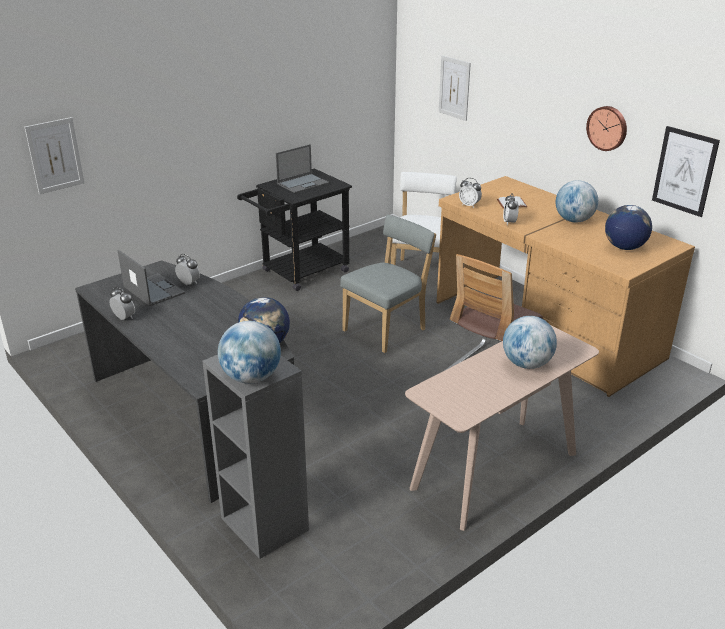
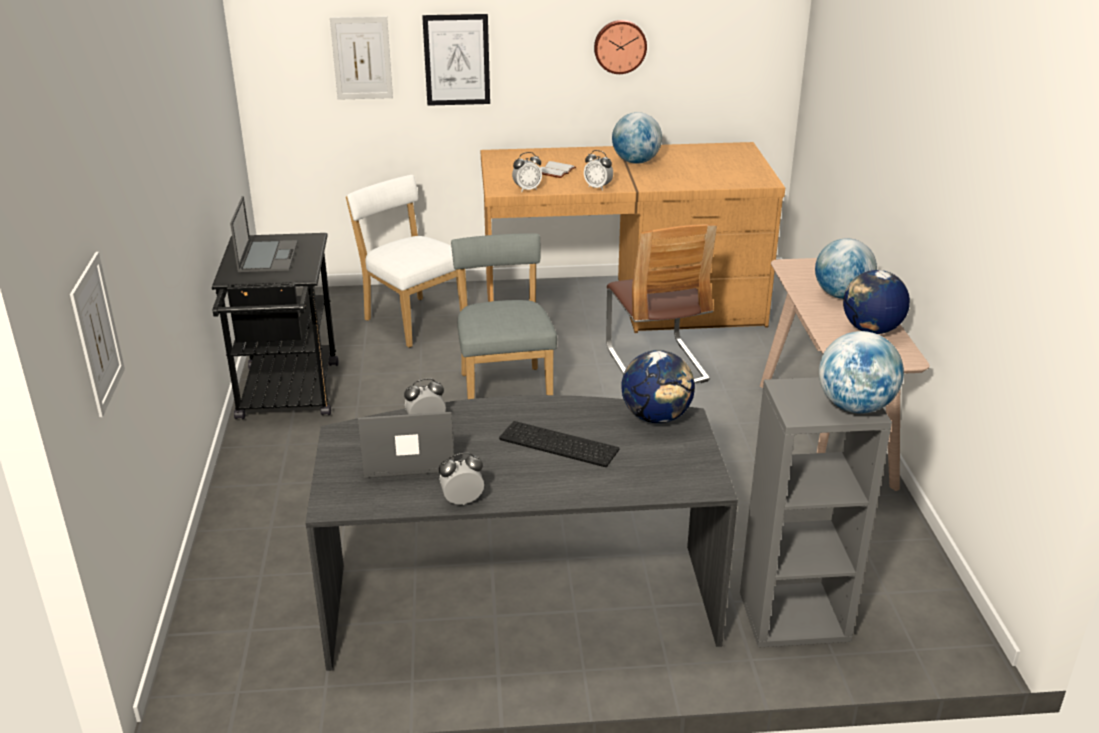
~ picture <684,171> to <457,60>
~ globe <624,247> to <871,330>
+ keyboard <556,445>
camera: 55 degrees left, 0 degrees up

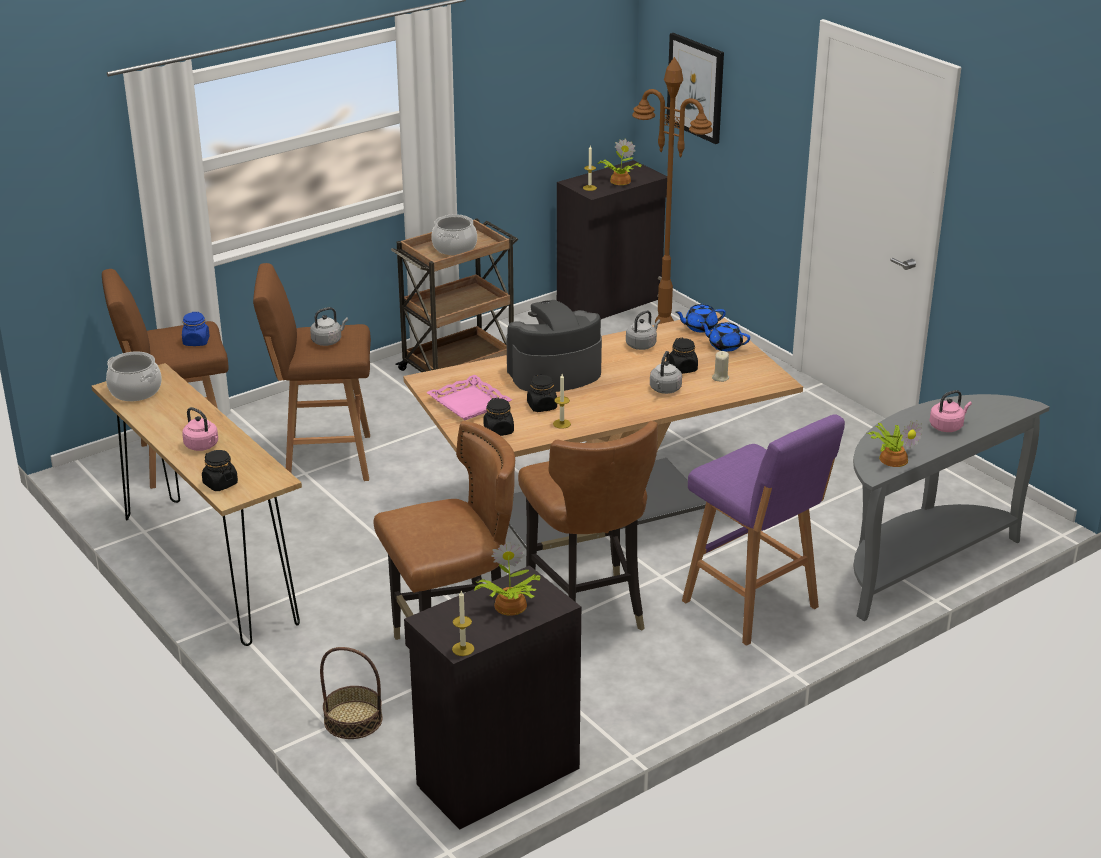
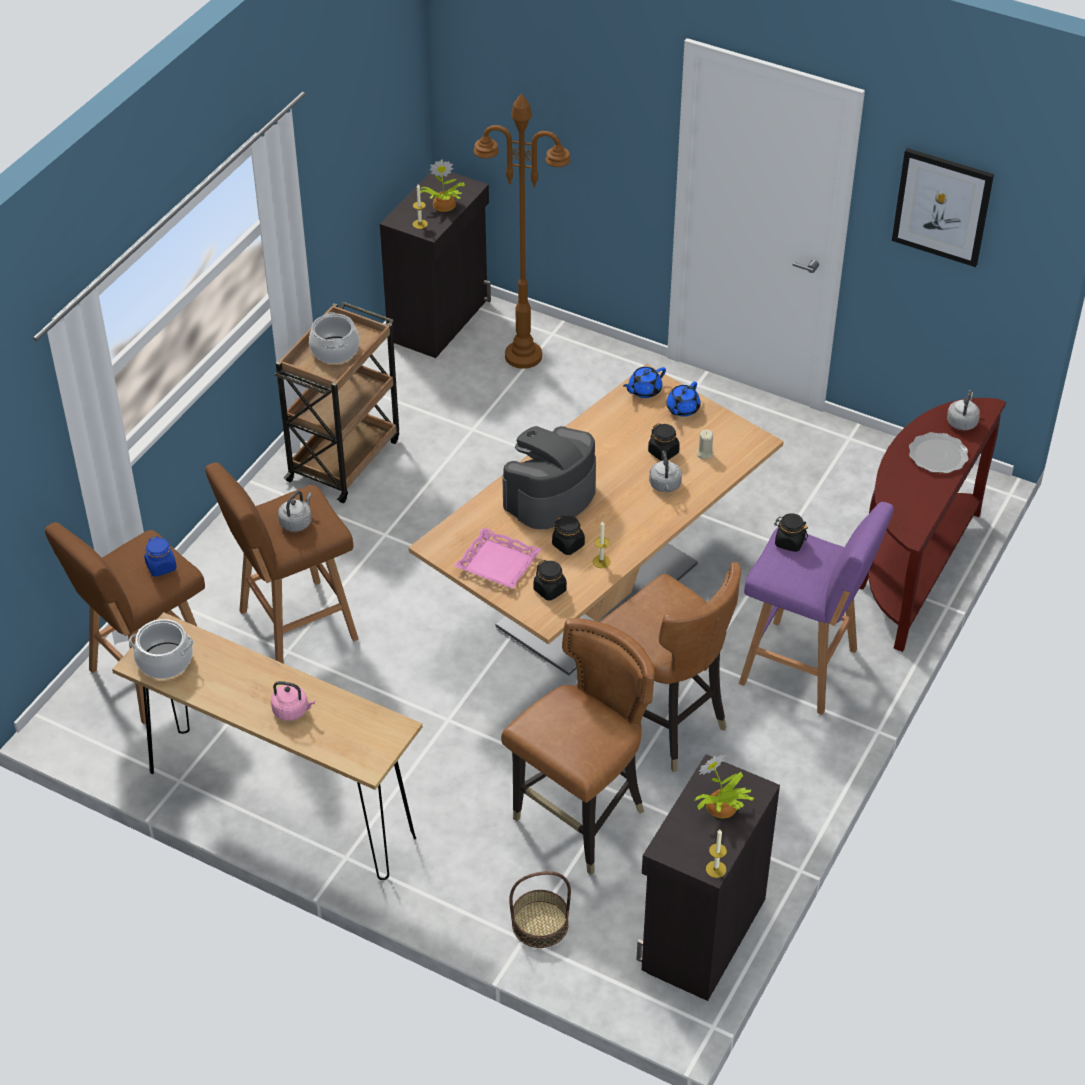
~ picture <696,87> to <942,206>
~ grey_kettle <642,345> to <962,421>
~ blue_teapot <724,346> = <682,409> 60 degrees counterclockwise
~ pink_kettle <947,426> to plate <938,455>
~ grey_console_table <919,564> to brown_console_table <912,570>
- potted_plant <893,458>
~ black_jar <220,484> to <789,542>
camera: 25 degrees left, 15 degrees up

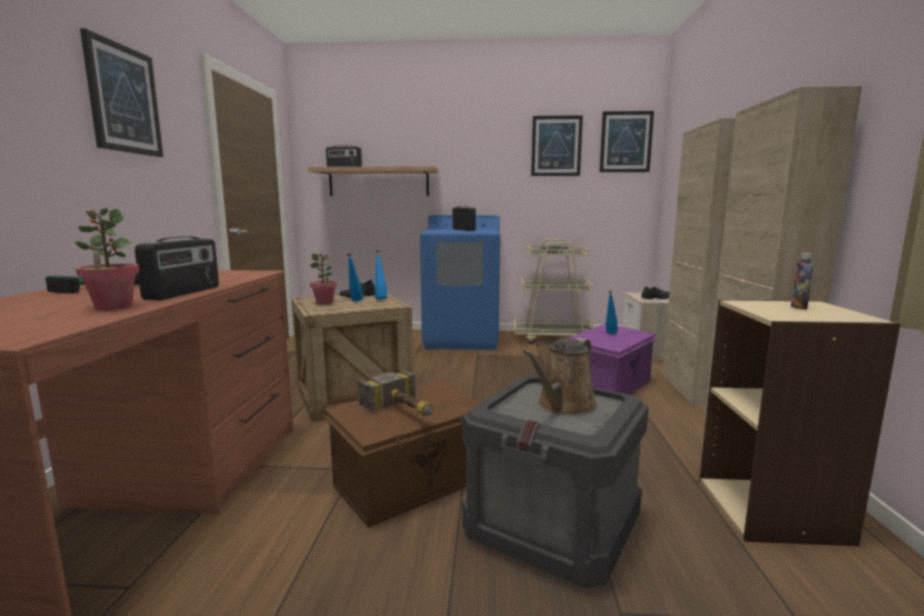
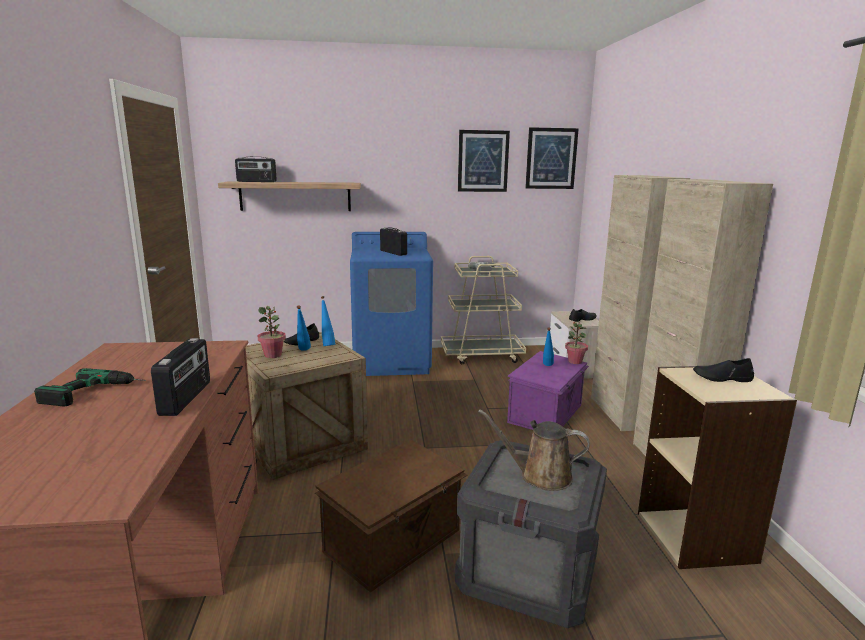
- picture <123,99>
~ potted_plant <113,307> to <575,361>
~ bottle <798,307> to black_shoe <722,378>
~ brown_watering_can <563,406> = <540,476> 75 degrees clockwise
- hammer <405,411>
camera: 10 degrees left, 5 degrees up

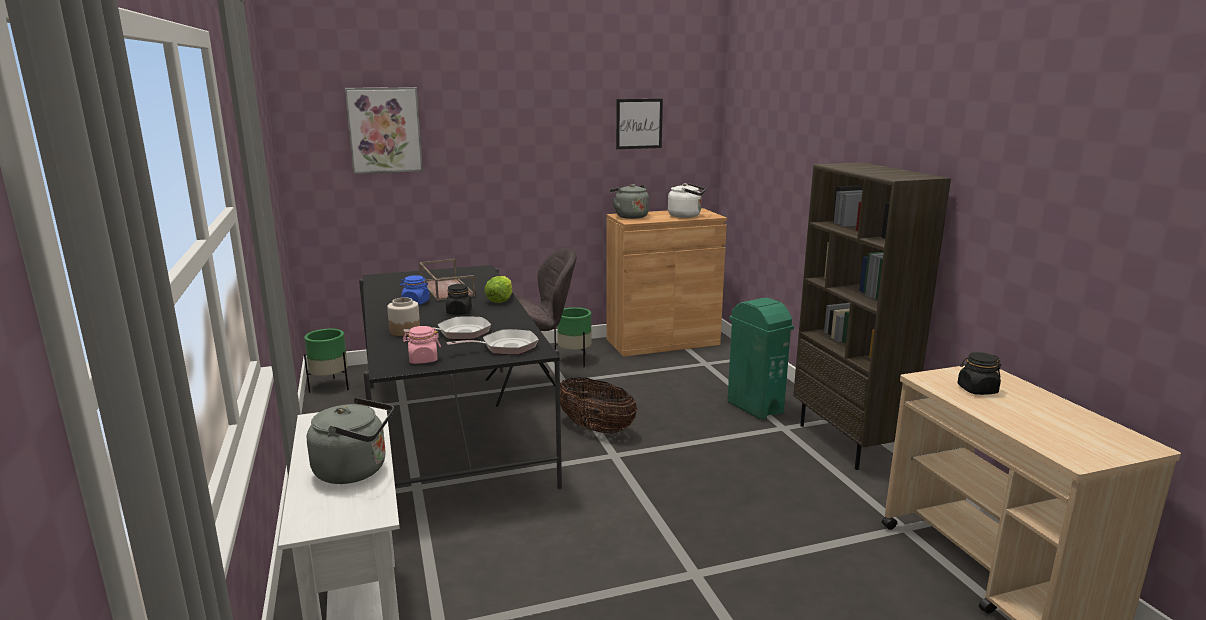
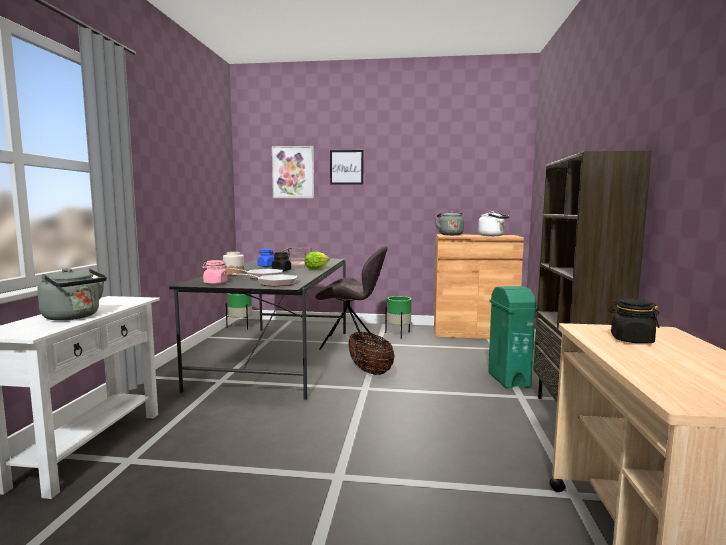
~ picture <639,123> to <346,167>
camera: 25 degrees right, 10 degrees down

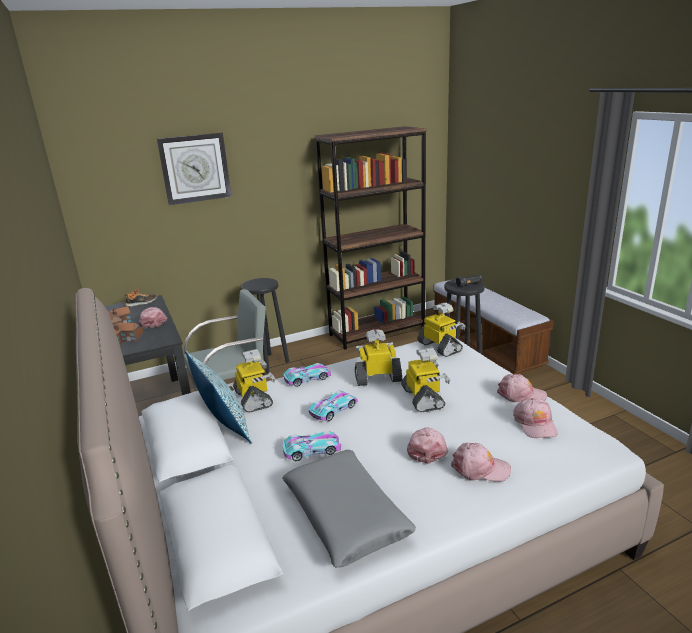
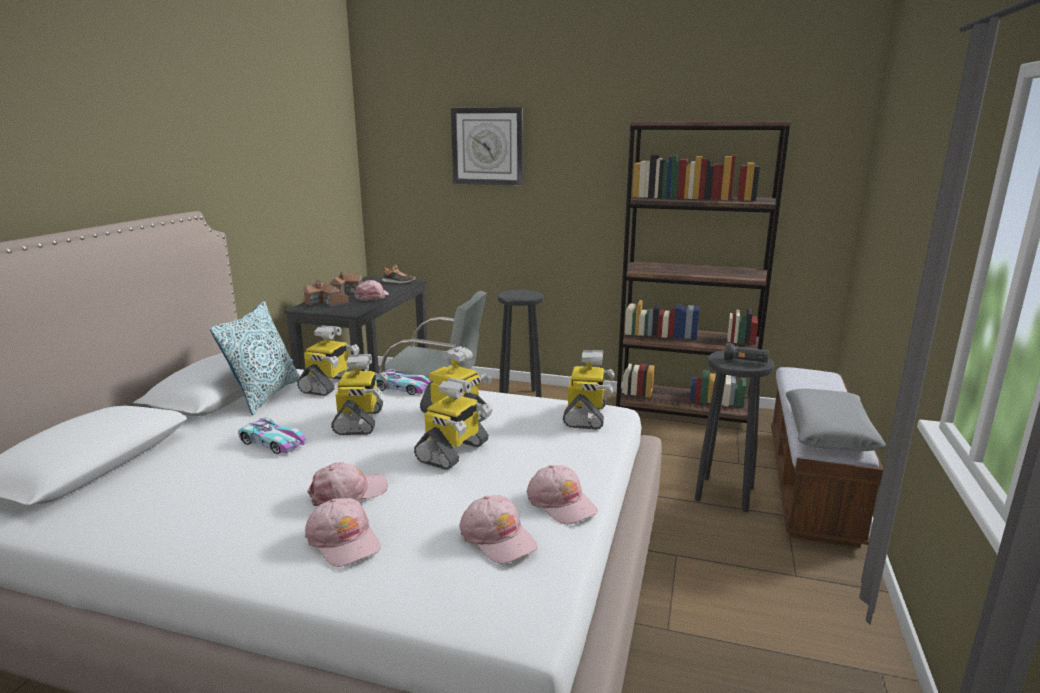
~ toy_car <333,409> to toy_robot <360,421>
~ pink_cap <535,424> = <498,537> 75 degrees counterclockwise
~ grey_pillow <346,515> to <829,431>
camera: 40 degrees right, 5 degrees down

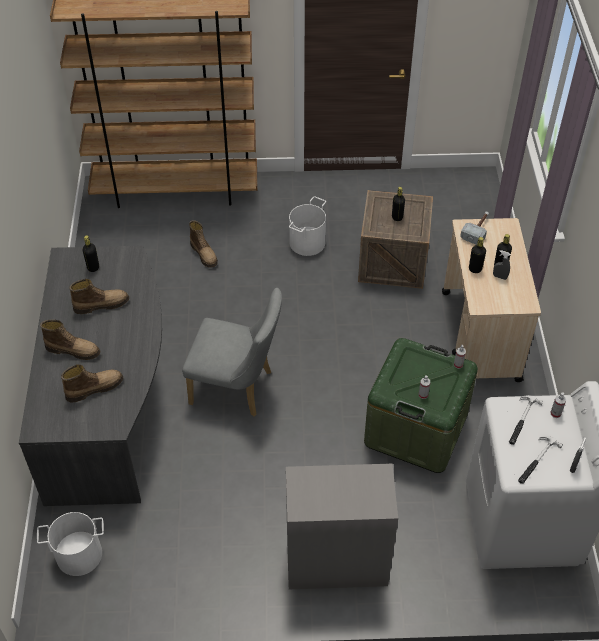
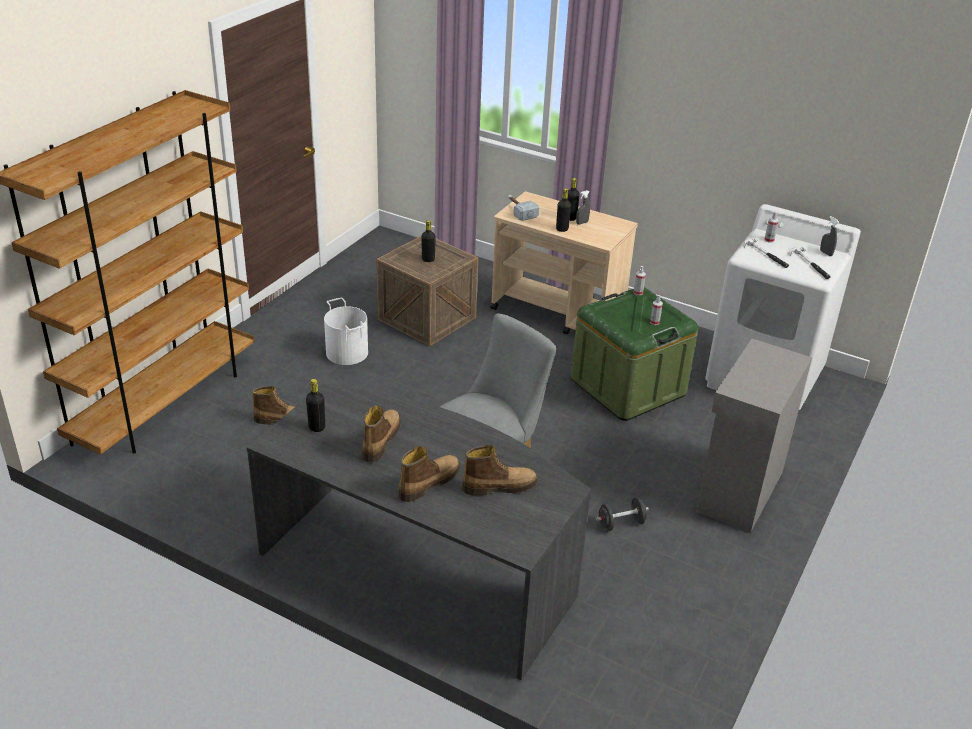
~ boot <94,388> = <499,486> 75 degrees clockwise
- white_bucket <79,554>
+ black_dumbbell <621,523>
camera: 60 degrees left, 15 degrees down

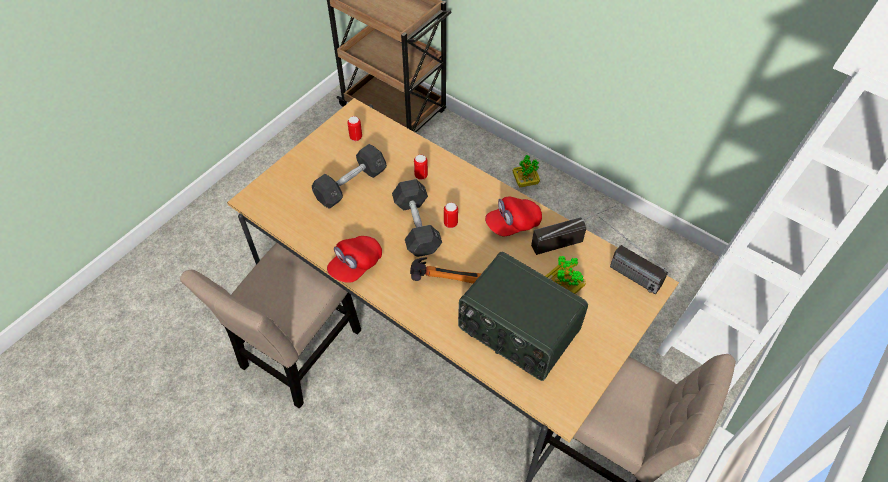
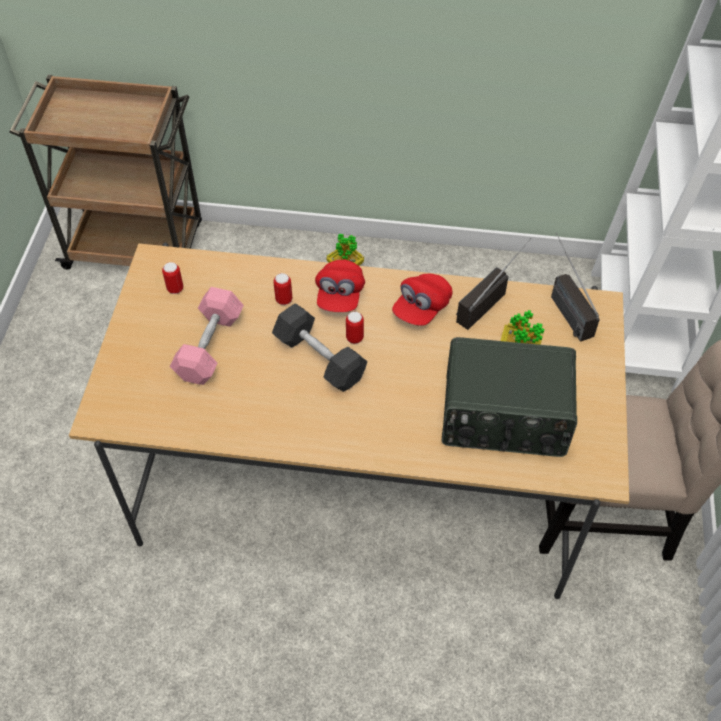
~ grey_dumbbell <351,185> to pink_dumbbell <209,346>
~ radio <622,270> = <562,305> 60 degrees clockwise
~ red_cap <355,265> to <340,295>
- beige_chair <298,354>
- hammer <446,277>
camera: 30 degrees left, 0 degrees up

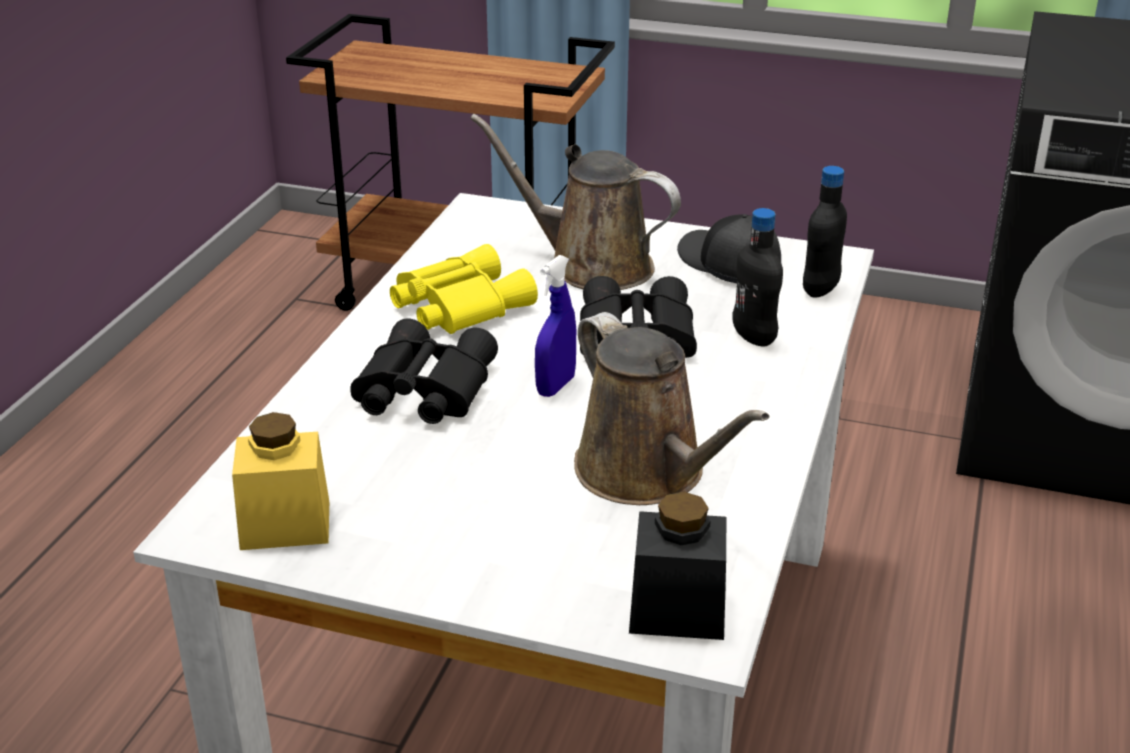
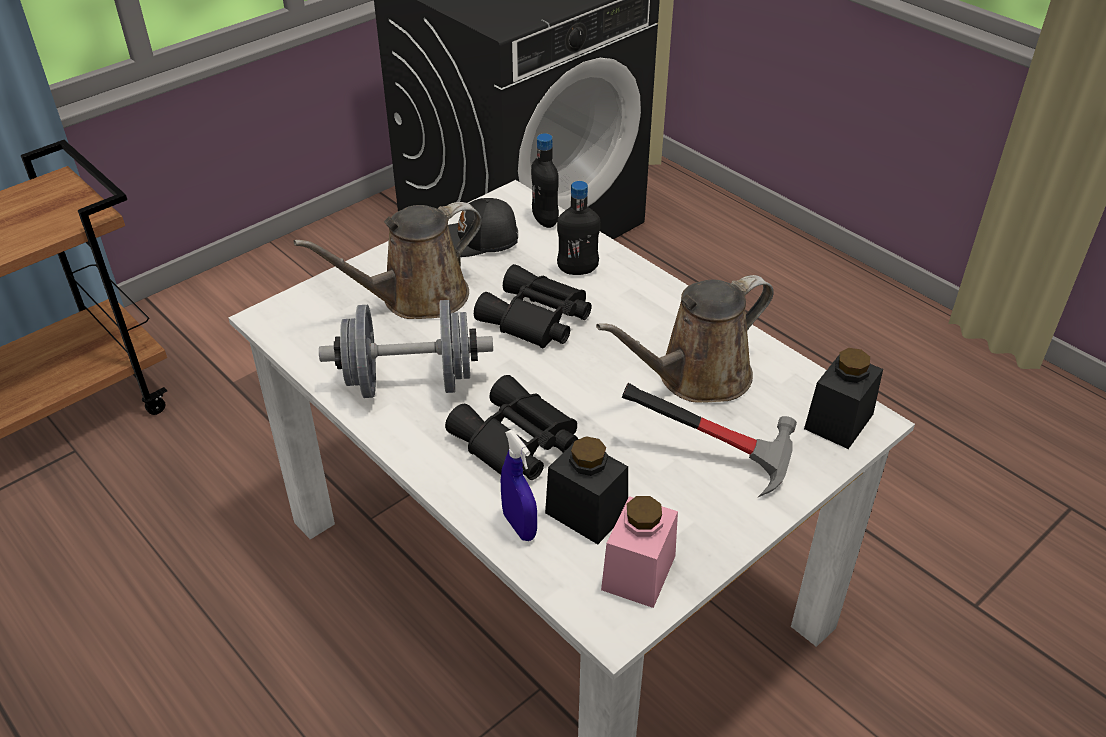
~ yellow_binoculars <457,305> to grey_dumbbell <410,383>
~ blue_spray_bottle <556,386> to <519,526>
~ brown_watering_can <647,474> = <696,377> 150 degrees clockwise
~ yellow_jar <285,525> to pink_jar <638,572>
+ hammer <716,453>
+ black_jar <586,512>
camera: 60 degrees left, 10 degrees up

